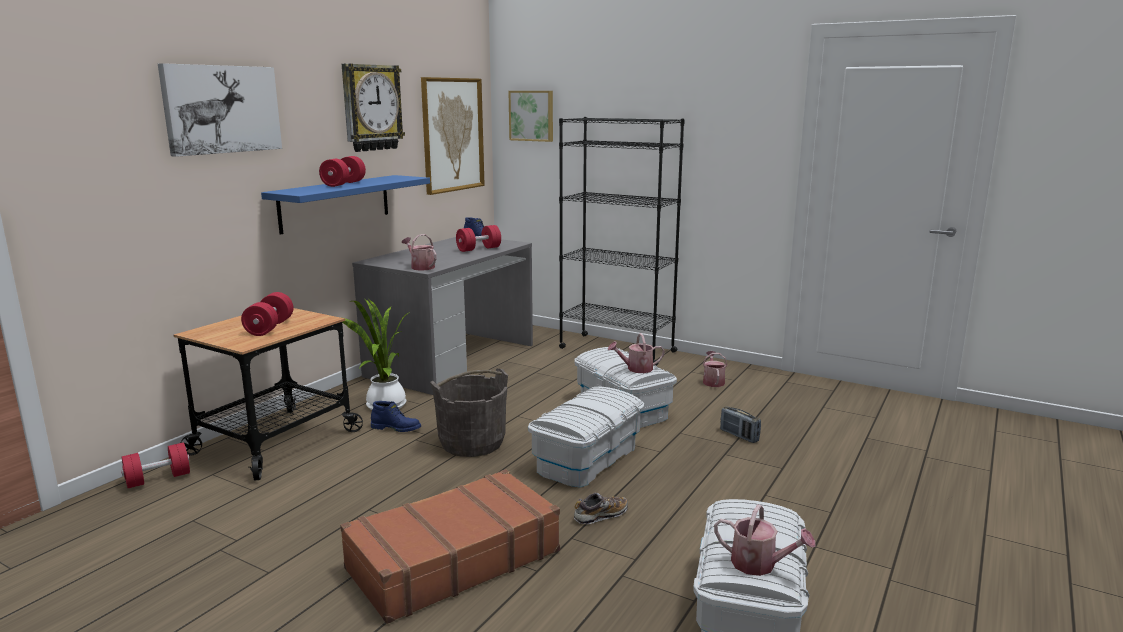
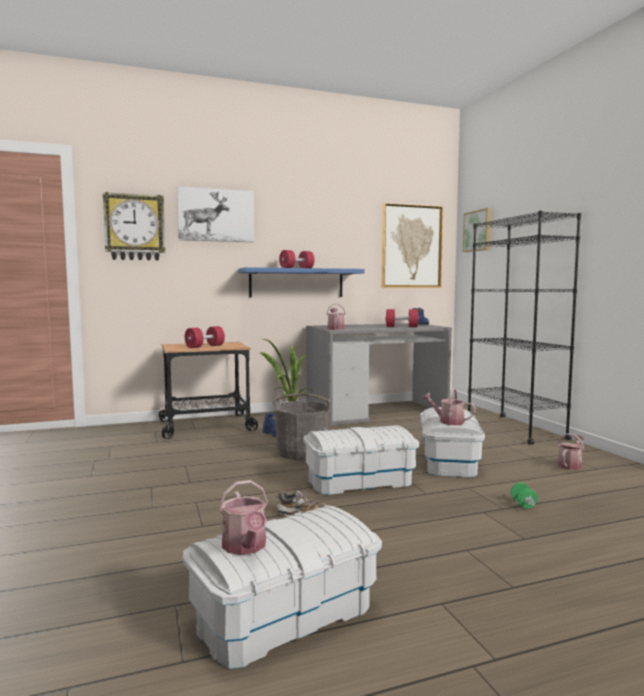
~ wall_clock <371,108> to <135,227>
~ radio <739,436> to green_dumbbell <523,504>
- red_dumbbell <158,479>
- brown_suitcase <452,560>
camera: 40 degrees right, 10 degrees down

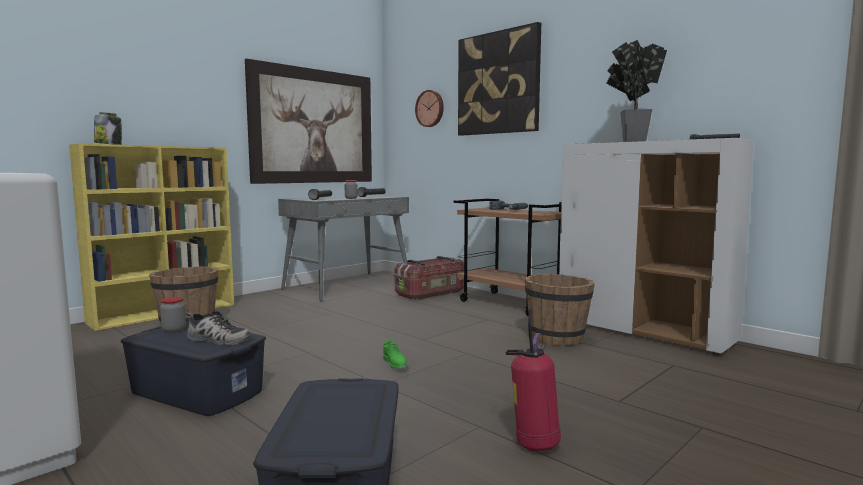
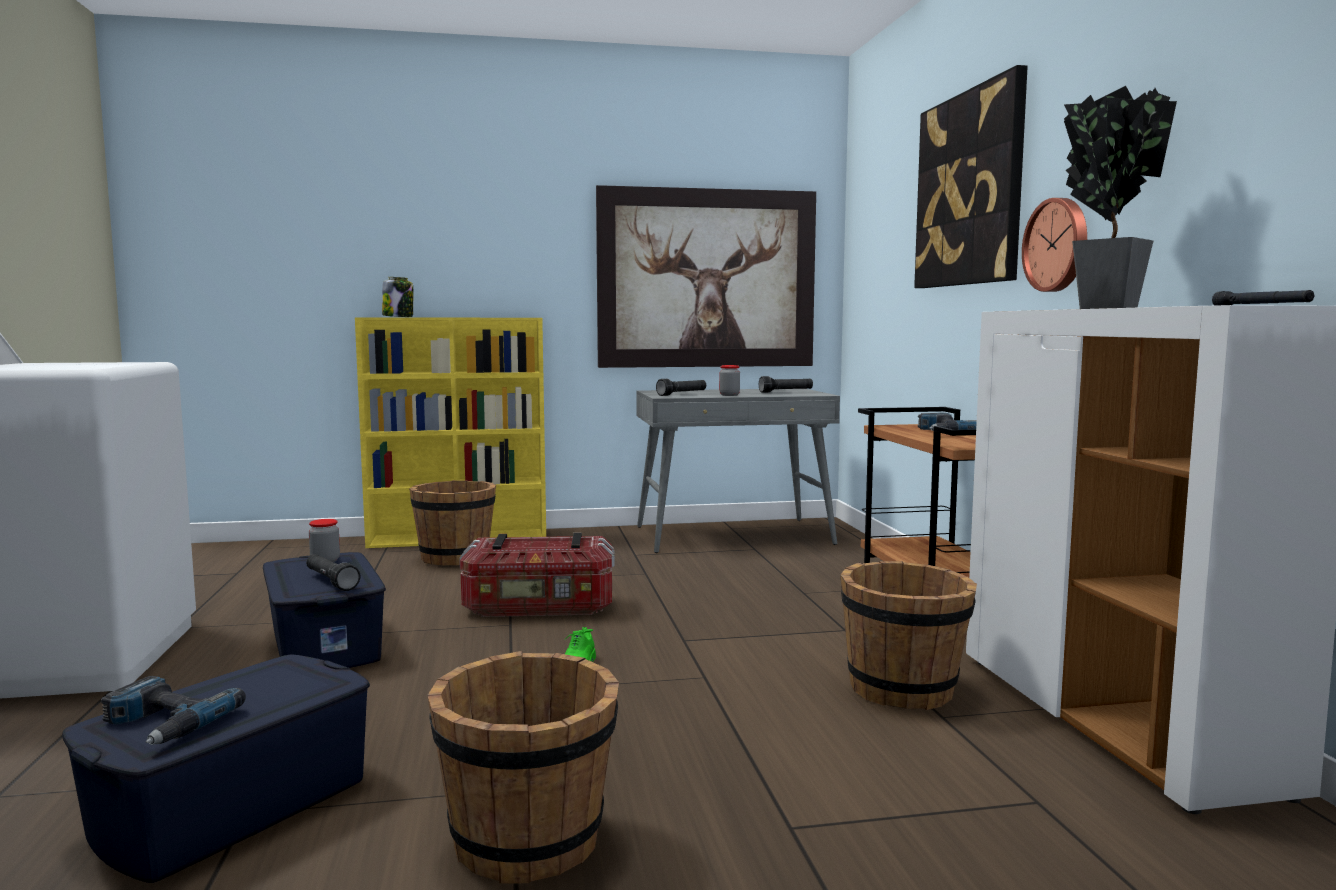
~ wall_clock <430,108> to <1058,245>
~ storage_box <432,293> to <539,608>
~ fire_extinguisher <534,445> to brown_bucket <528,841>
~ shoe <216,339> to black_flashlight <330,581>
+ power_drill <162,724>
camera: 35 degrees right, 0 degrees up

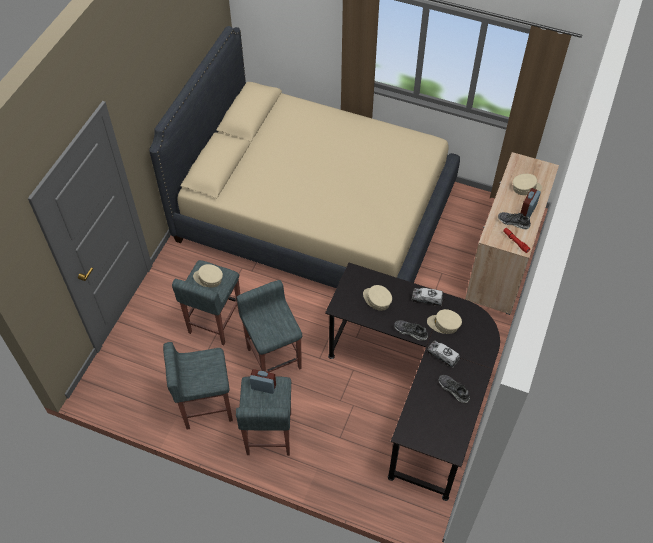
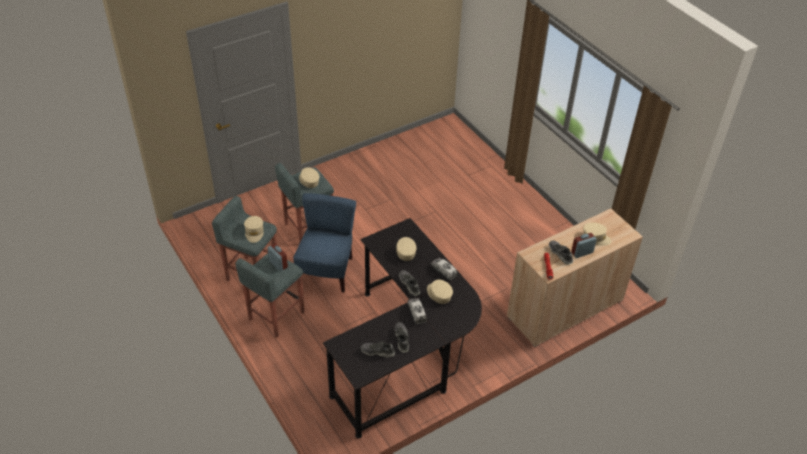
- beige_bed <315,214>
~ grey_stool <274,357> to blue_chair <326,271>
+ beige_cap <254,232>
+ shoe <377,352>
camera: 35 degrees right, 10 degrees down

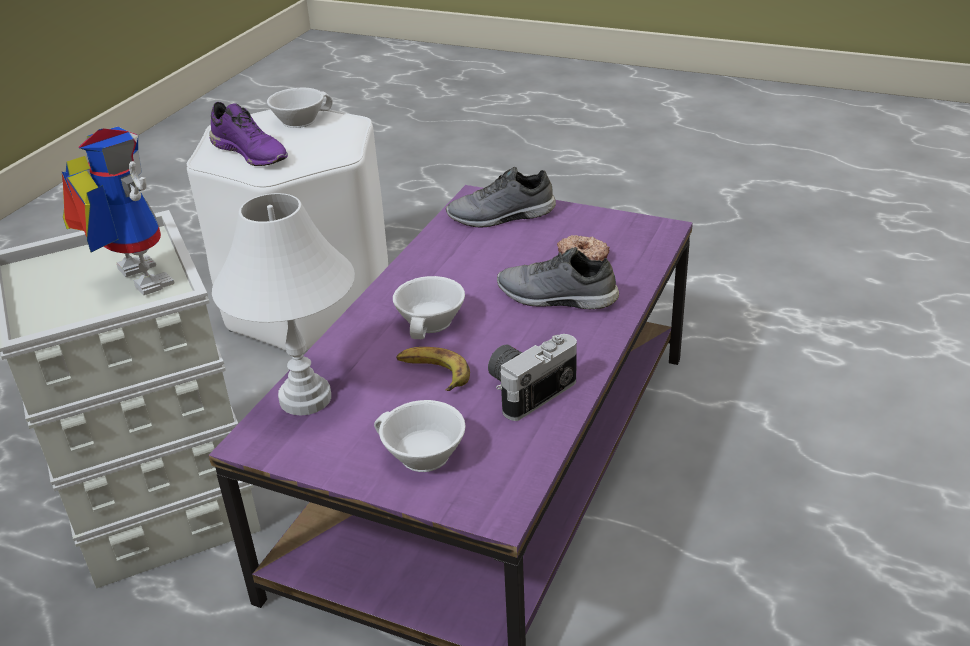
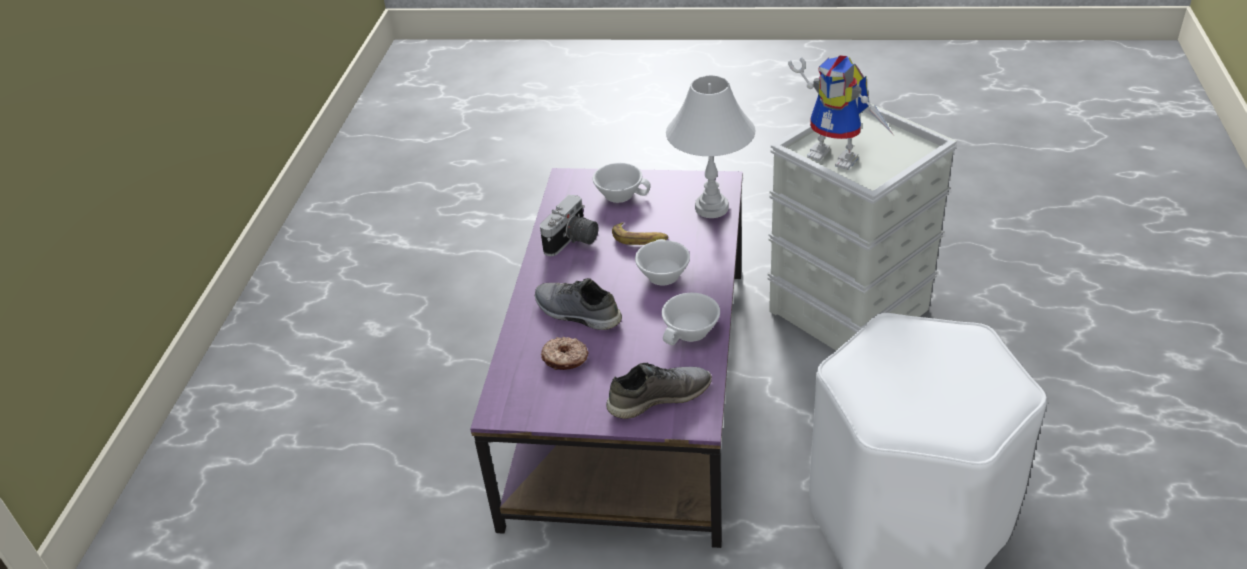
~ white_cup <299,120> to <691,332>
- purple_shoe <251,153>
~ grey_shoe <555,298> = <576,313> 150 degrees counterclockwise
camera: 165 degrees right, 5 degrees up

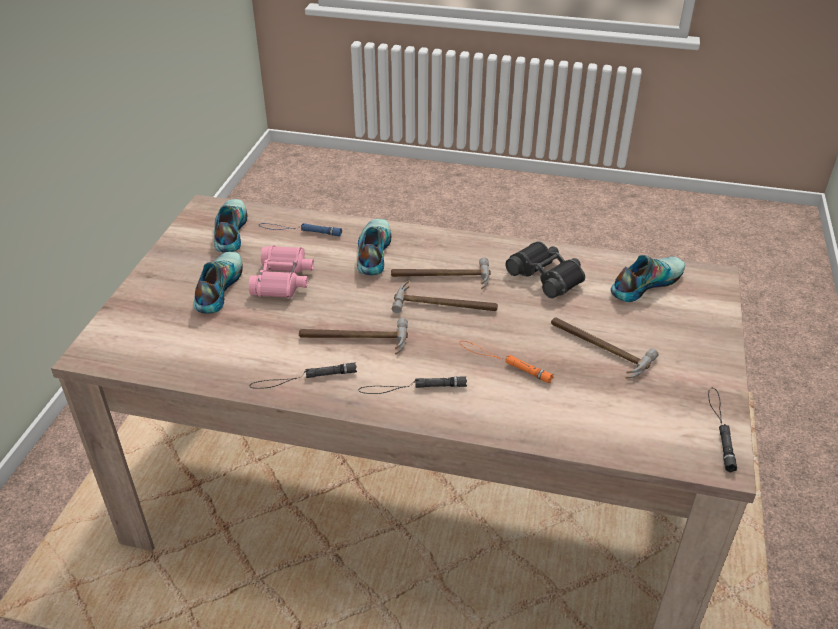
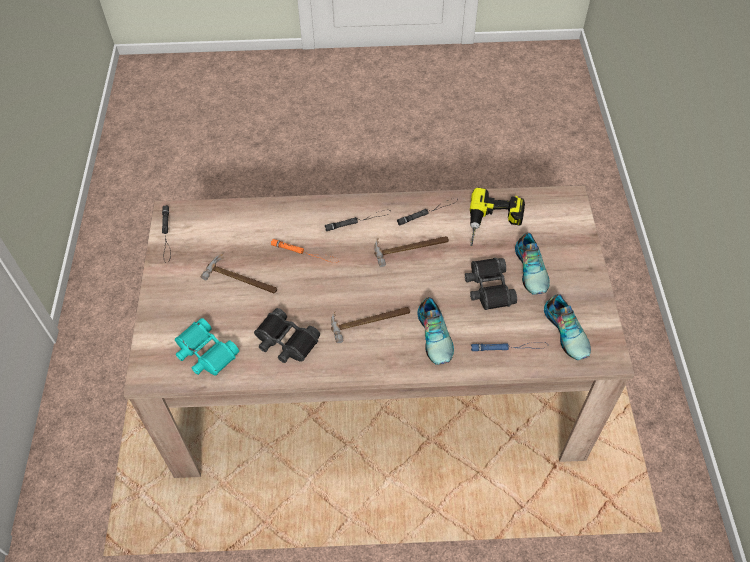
~ pink_binoculars <284,280> to black_binoculars <488,288>
~ shoe <645,283> to turquoise_binoculars <205,353>
- hammer <445,304>
+ power_drill <494,224>
camera: 165 degrees right, 15 degrees up

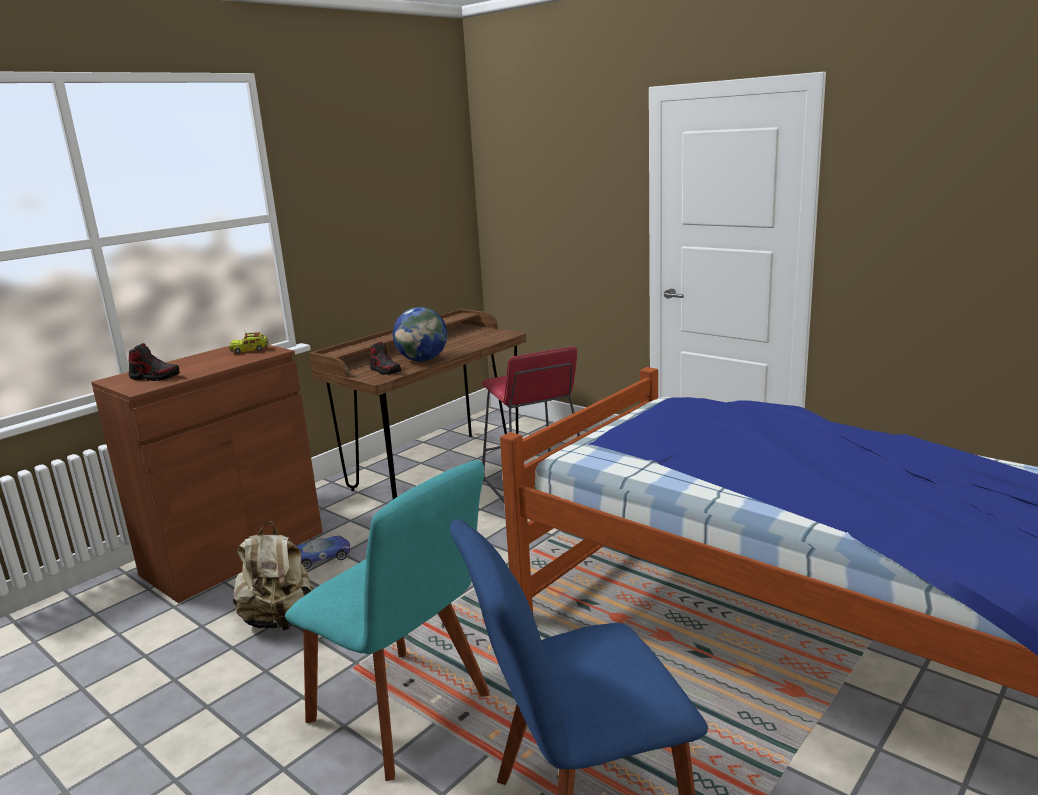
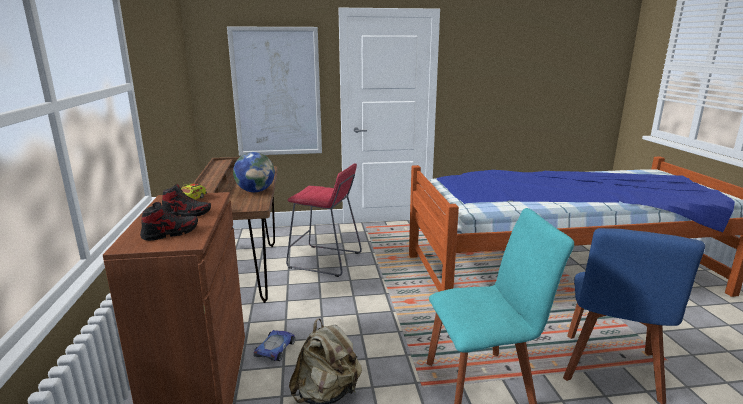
~ shoe <385,371> to <186,214>
+ picture <277,93>
camera: 50 degrees left, 0 degrees up

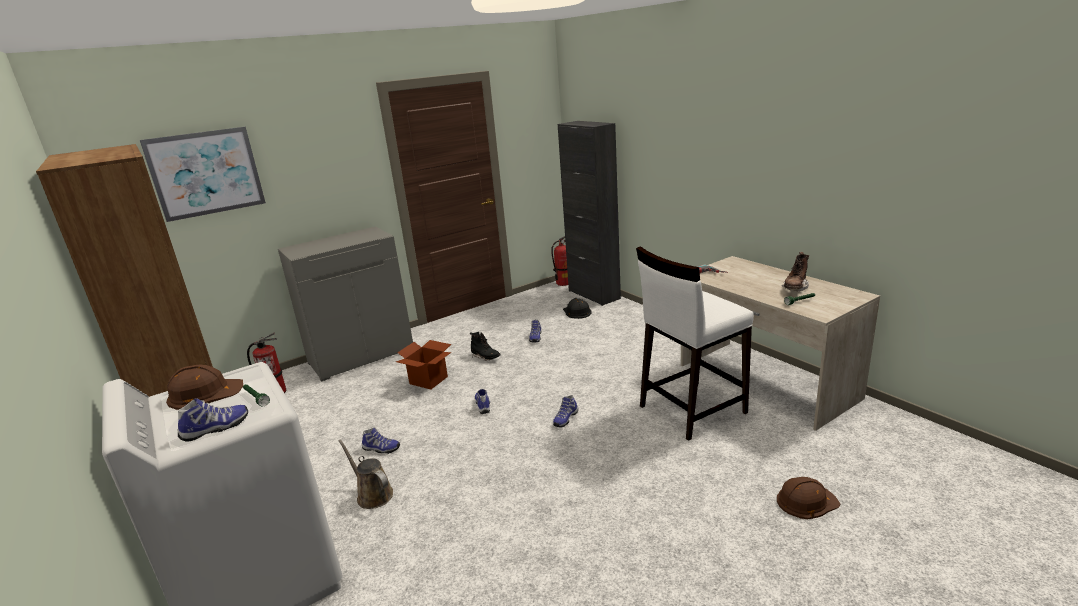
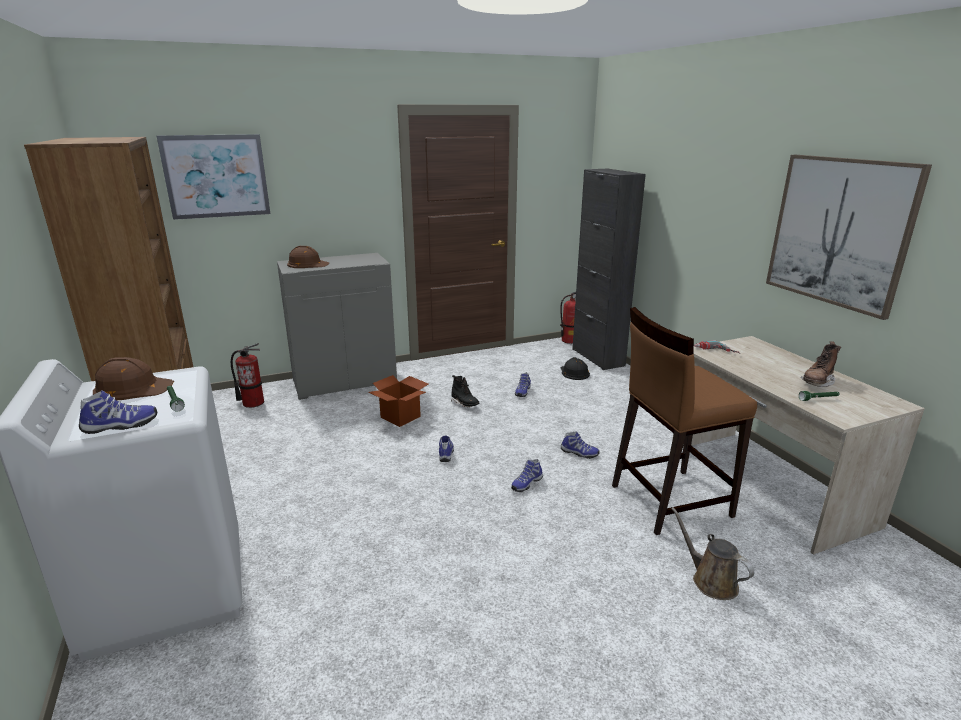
~ white_stool <691,409> to brown_stool <669,500>
~ shoe <381,449> to <579,453>
~ brown_watering_can <372,494> to <710,581>
~ brown_hard_hat <806,501> to <307,264>
+ picture <839,232>
camera: 10 degrees right, 0 degrees up

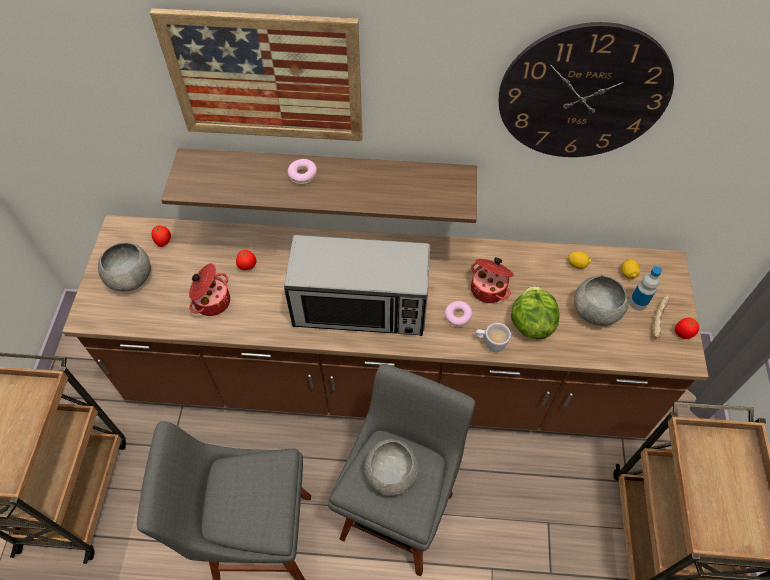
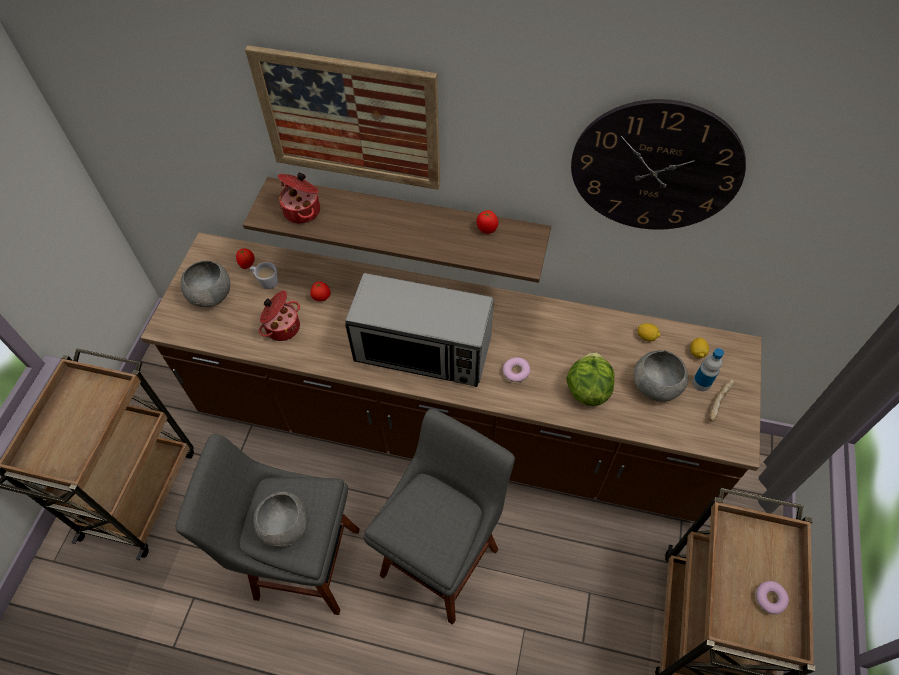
~ donut <303,175> to <769,599>
~ cooking_pot <489,288> to <303,210>
~ tomato <683,334> to <486,229>
~ white_mug <490,343> to <266,282>
~ grey_bowl <392,474> to <285,526>
camera: 10 degrees right, 0 degrees up

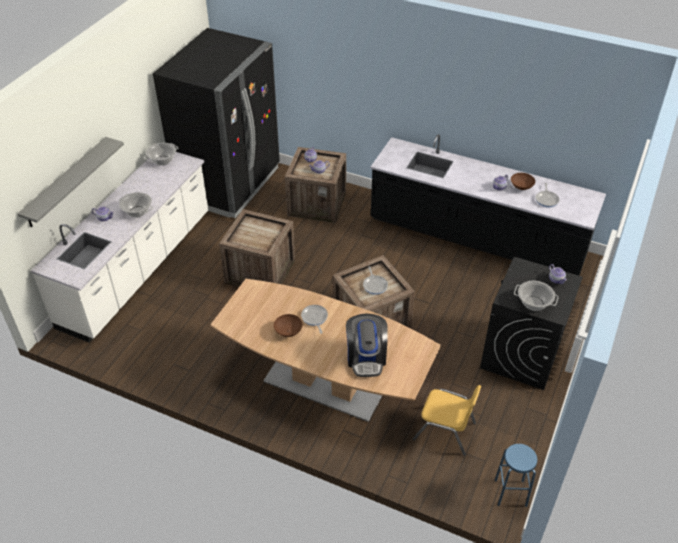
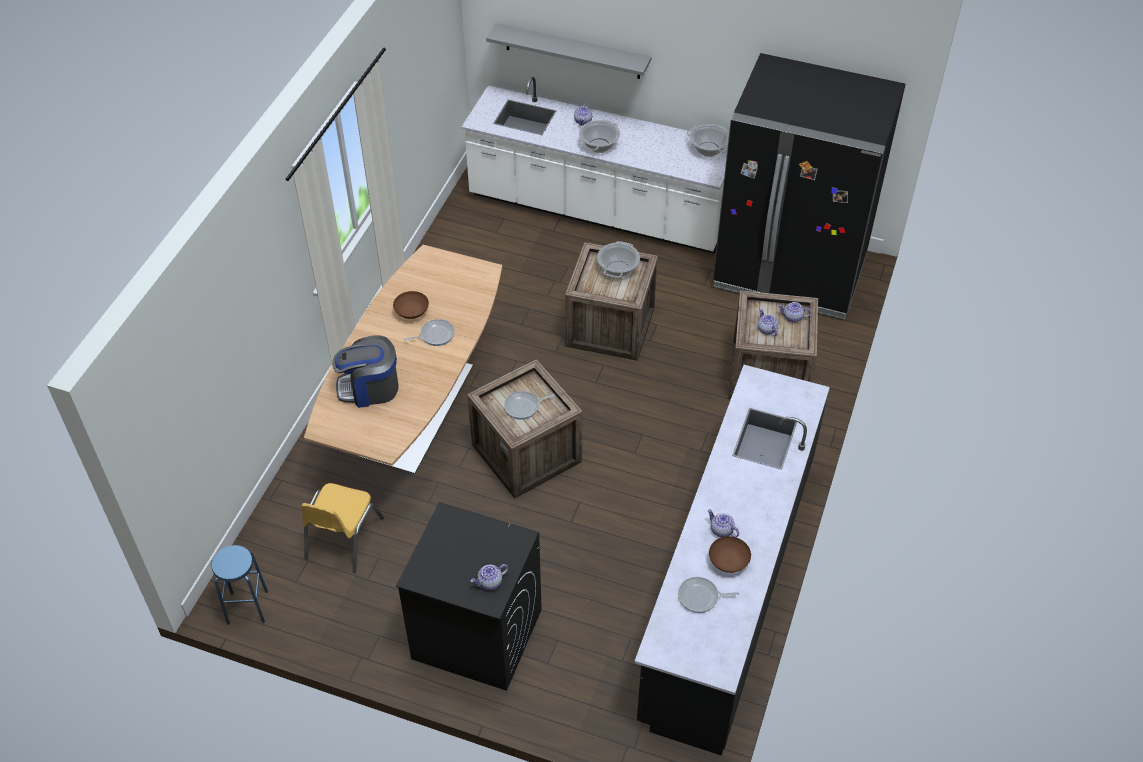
~ cooking_pot <534,303> to <618,269>
camera: 85 degrees right, 5 degrees up

